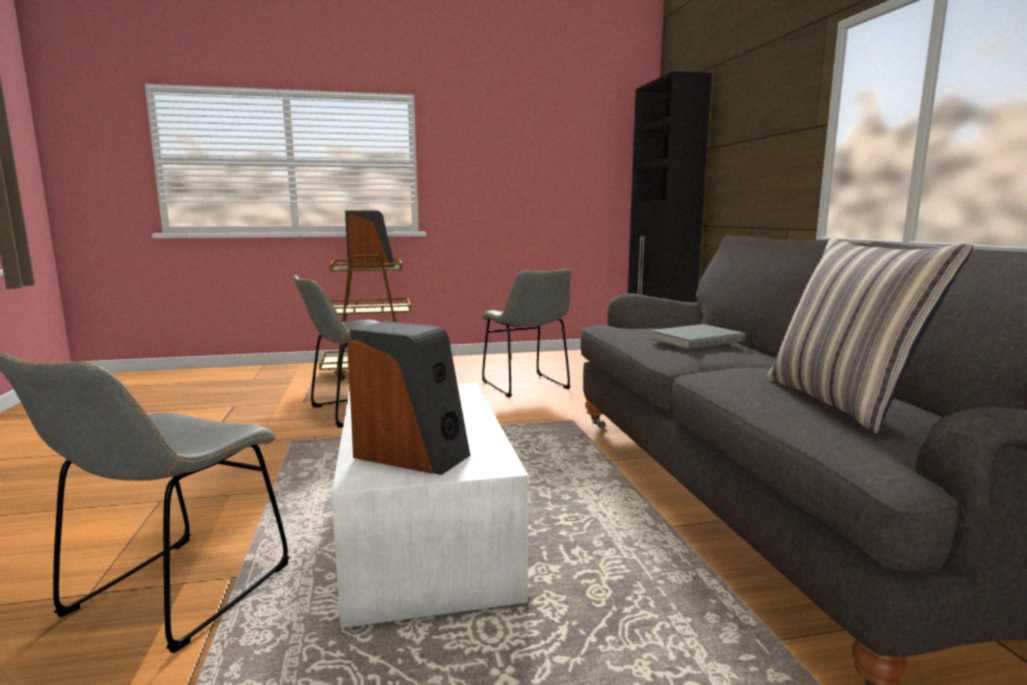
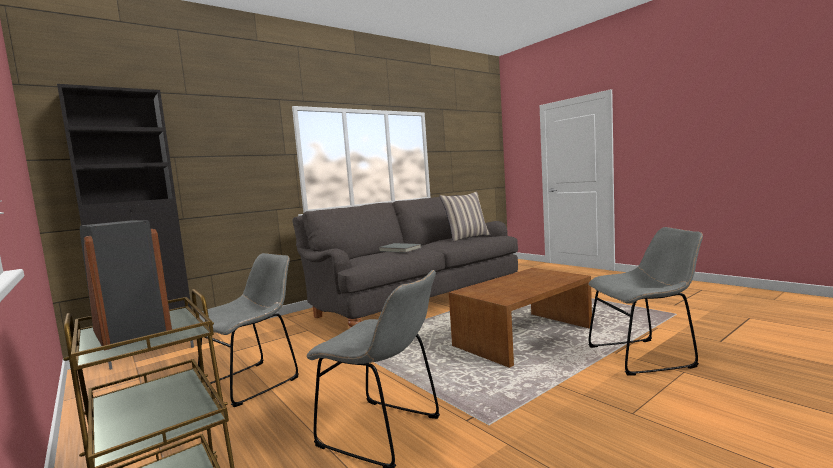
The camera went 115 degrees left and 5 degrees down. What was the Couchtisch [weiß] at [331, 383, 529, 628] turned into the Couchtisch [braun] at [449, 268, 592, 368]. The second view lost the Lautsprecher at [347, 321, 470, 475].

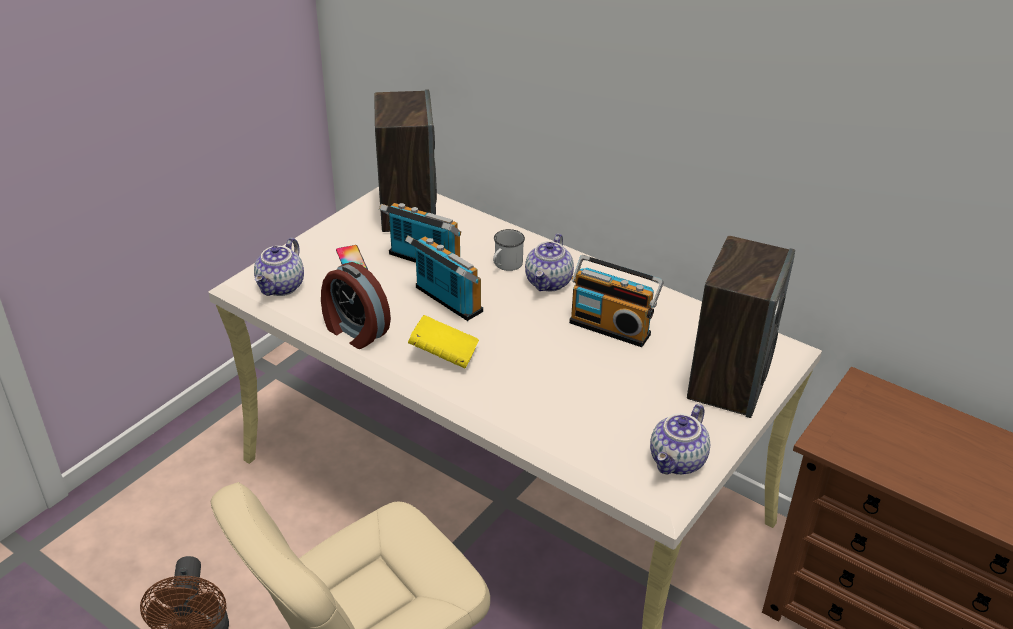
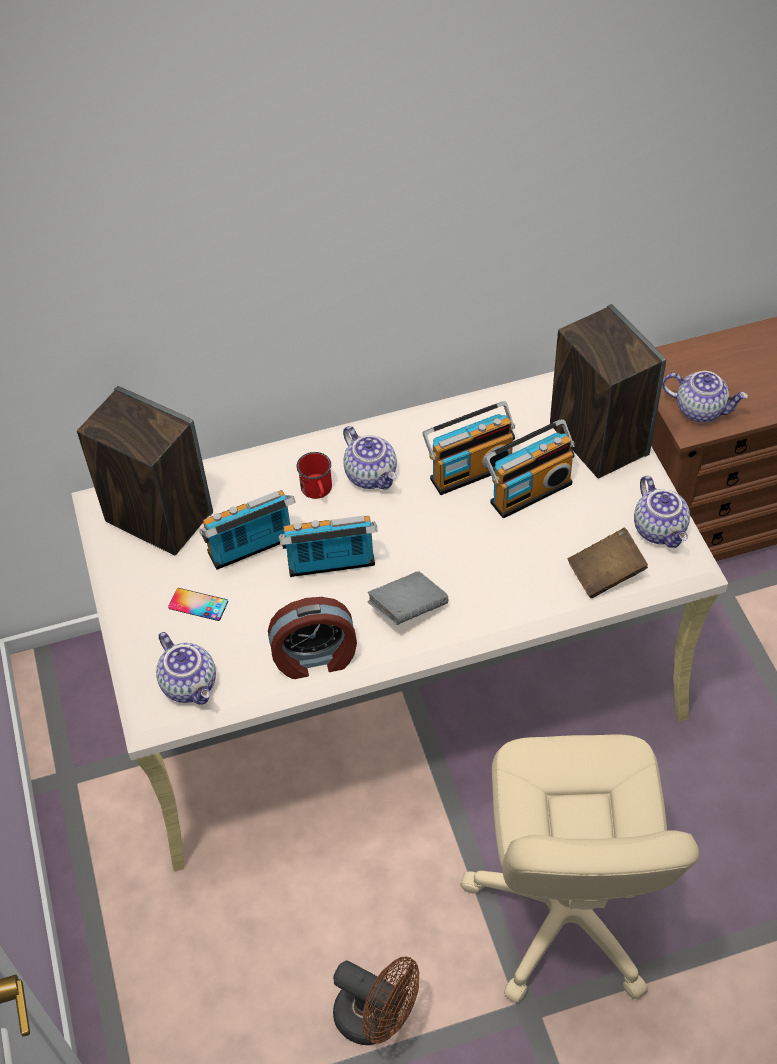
The camera went 50 degrees left and 15 degrees up. What was the Henkelbecher [weiß] at [493, 229, 525, 271] turned into the Henkelbecher [rot] at [297, 452, 332, 499]. What was the Buch [gelb] at [408, 315, 479, 368] turned into the Buch [grau] at [367, 572, 448, 625]. The second view gained the Radio at [484, 420, 575, 518]. The second view gained the Buch [braun] at [568, 527, 648, 598]. The second view gained the Teekanne at [662, 371, 748, 422].

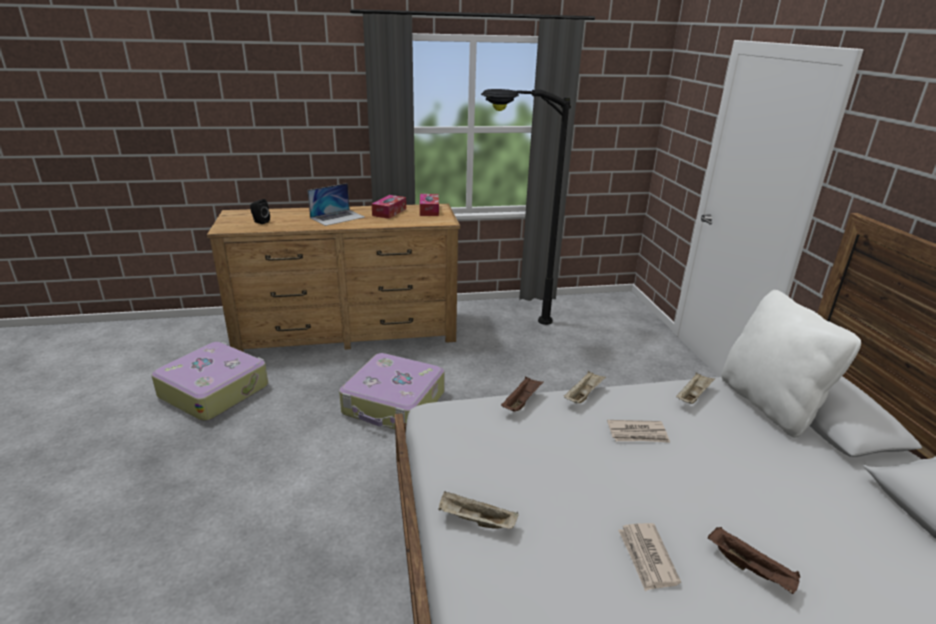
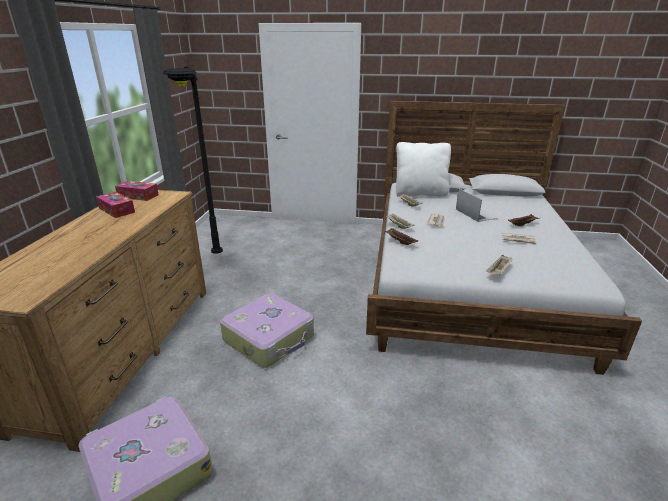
The camera went 70 degrees left and 0 degrees up. The Laptop ended up elsewhere, having gone from [307, 183, 364, 226] to [456, 189, 498, 222]. The second view lost the Lautsprecher [schwarz] at [250, 199, 270, 224].

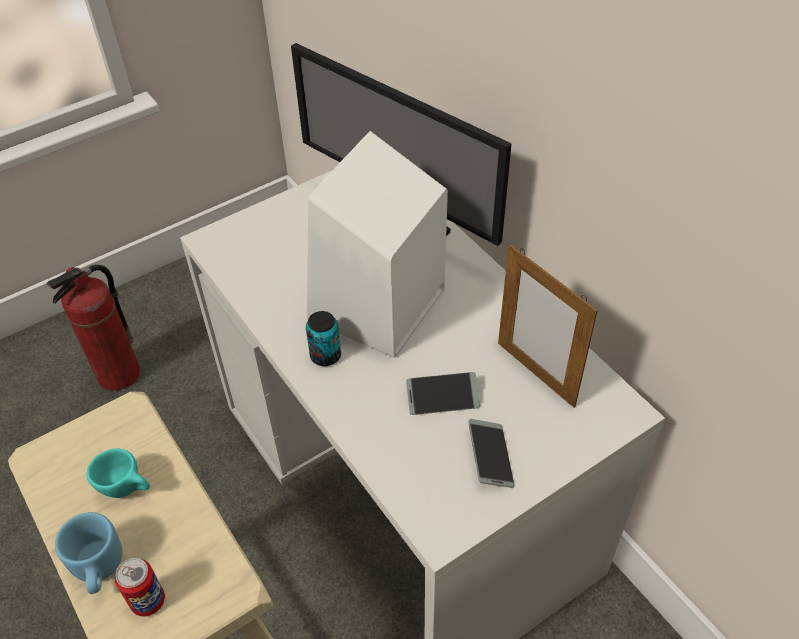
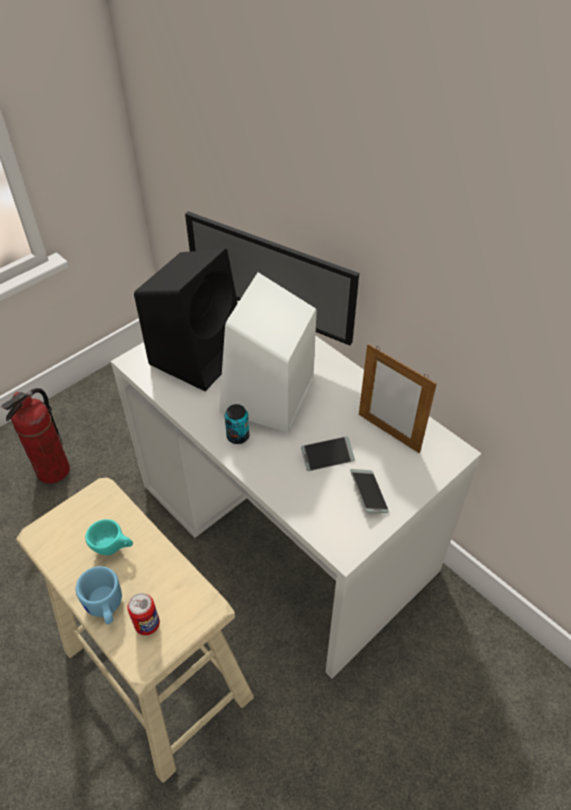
The camera went 10 degrees left and 0 degrees up. The second view gained the Lautsprecher [schwarz] at [134, 249, 238, 391].

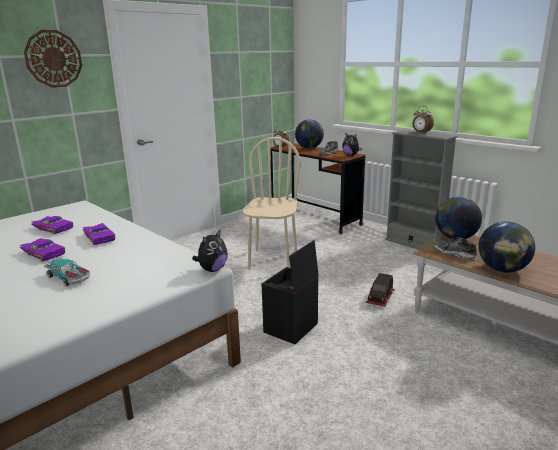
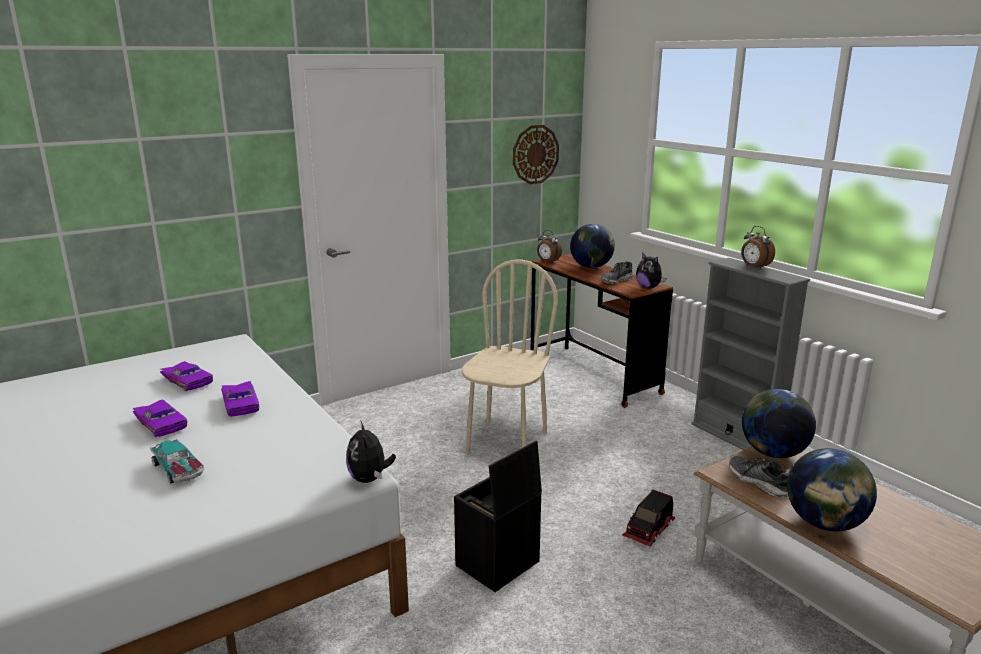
The camera went 10 degrees right and 0 degrees up. The Plüschtier at [192, 230, 228, 272] ended up facing another way, 120 degrees clockwise from before. The Wanduhr ended up elsewhere, having gone from [24, 30, 82, 88] to [513, 125, 559, 184].

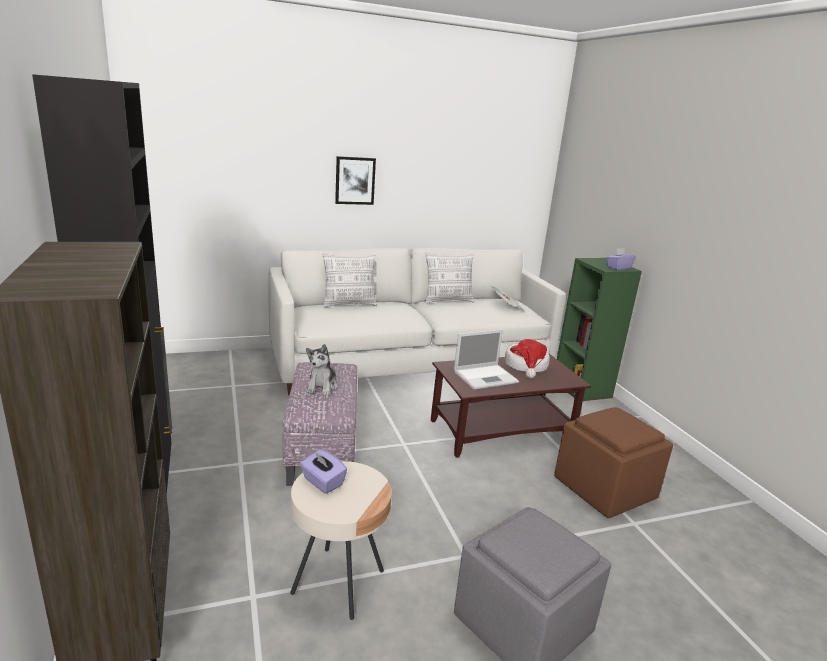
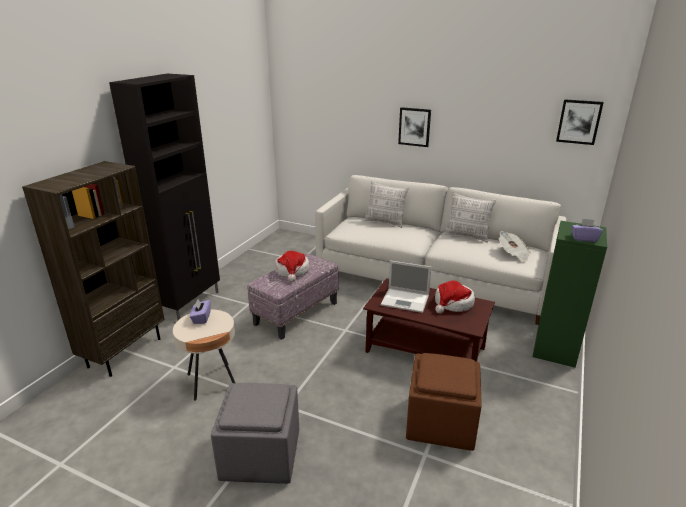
The camera went 45 degrees right and 5 degrees up. Where the Plüschtier stood at [306, 344, 338, 396], the Hut came to stand at [275, 251, 309, 282]. The second view gained the Bild at [556, 99, 604, 145].

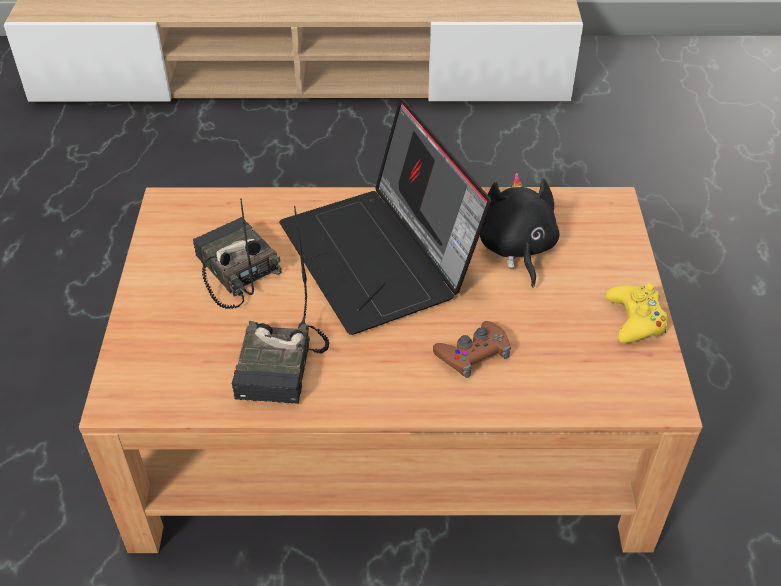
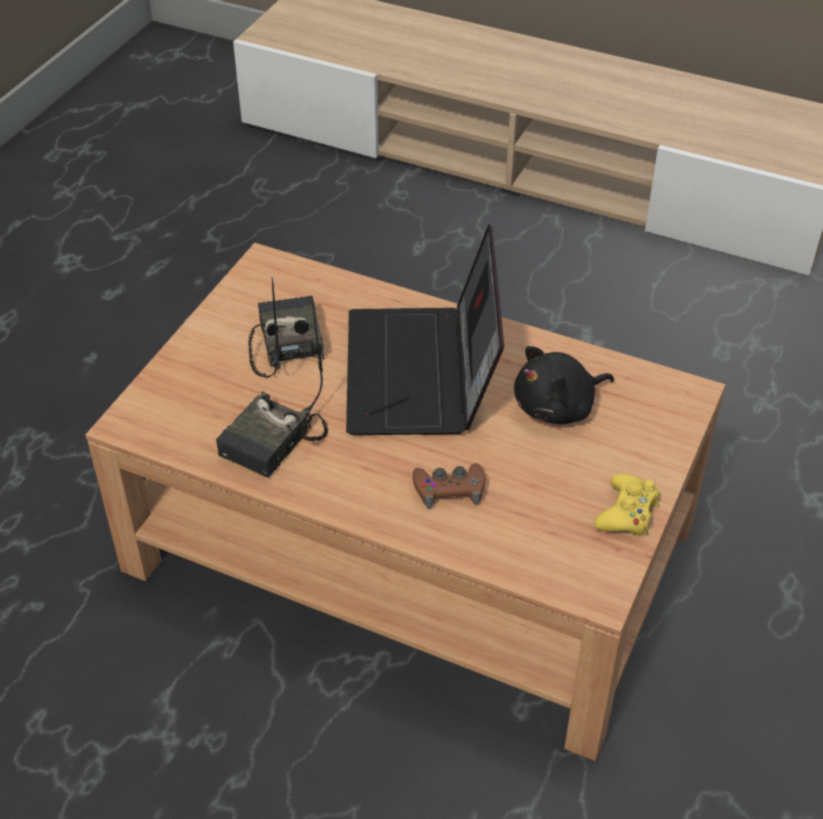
The camera went 25 degrees right and 0 degrees up. The Plüschtier [schwarz] at [480, 173, 559, 288] ended up facing another way, 135 degrees counterclockwise from before.

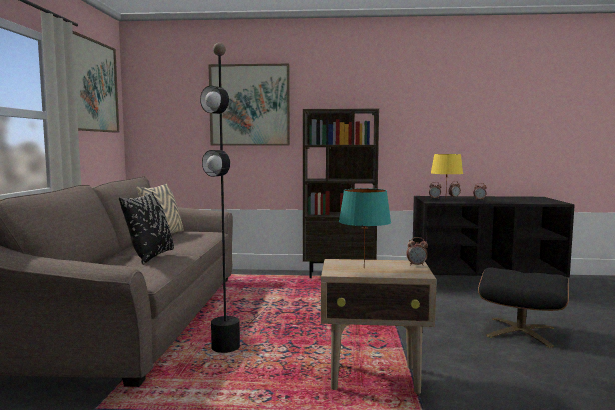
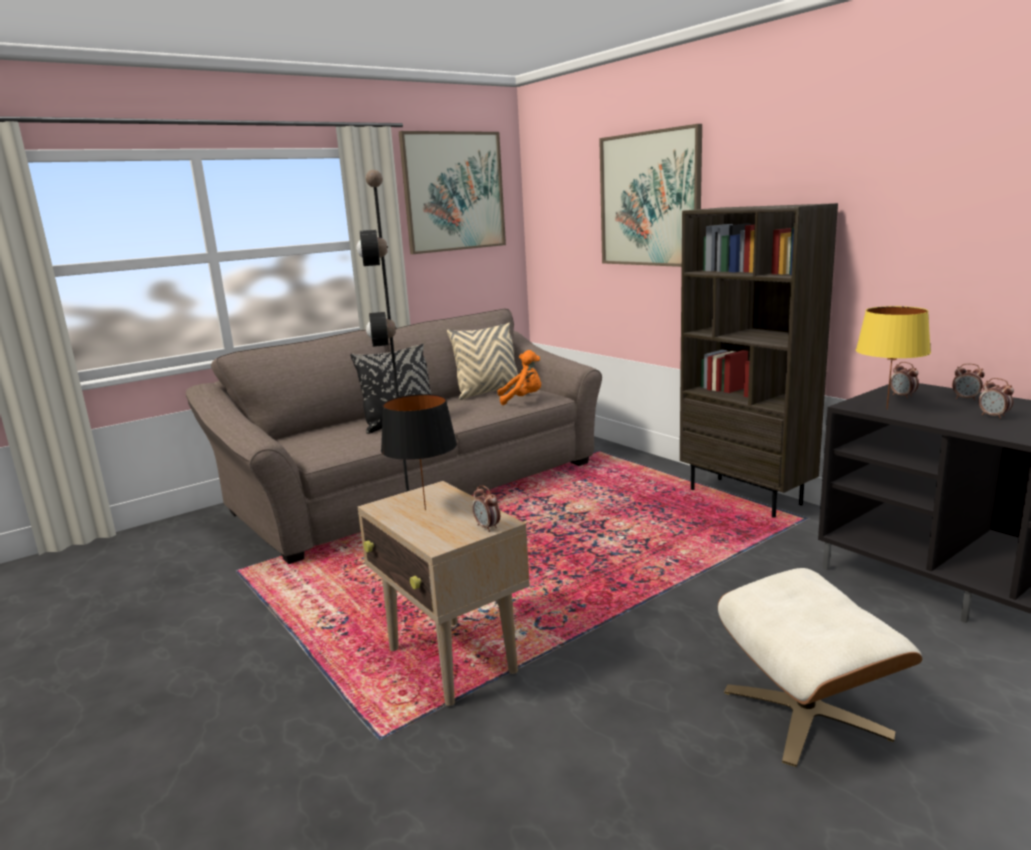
The camera went 50 degrees right and 10 degrees up. What was the Tischlampe [türkis] at [339, 188, 391, 268] turned into the Tischlampe [schwarz] at [381, 394, 457, 510]. The second view gained the Plüschtier [orange] at [497, 350, 541, 405]. What was the Polsterhocker [schwarz] at [478, 268, 569, 348] turned into the Polsterhocker [beige] at [718, 568, 922, 767].

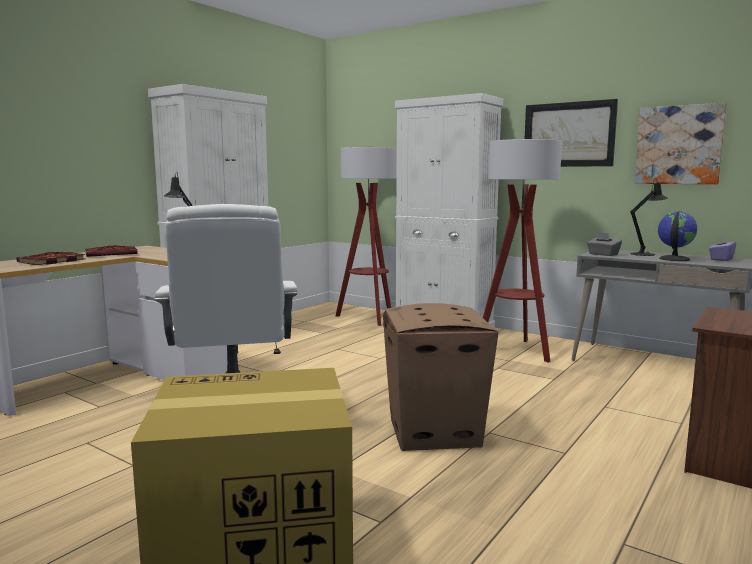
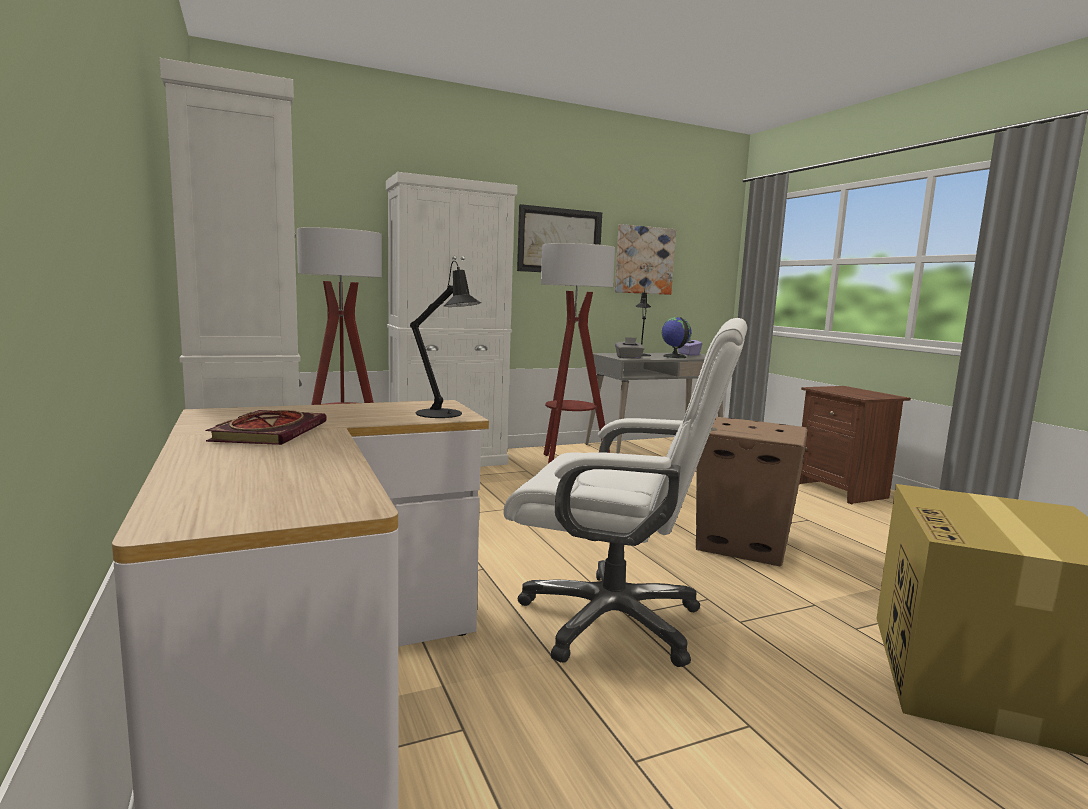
The camera went 60 degrees left and 0 degrees up. The second view lost the Buch at [16, 252, 85, 265].

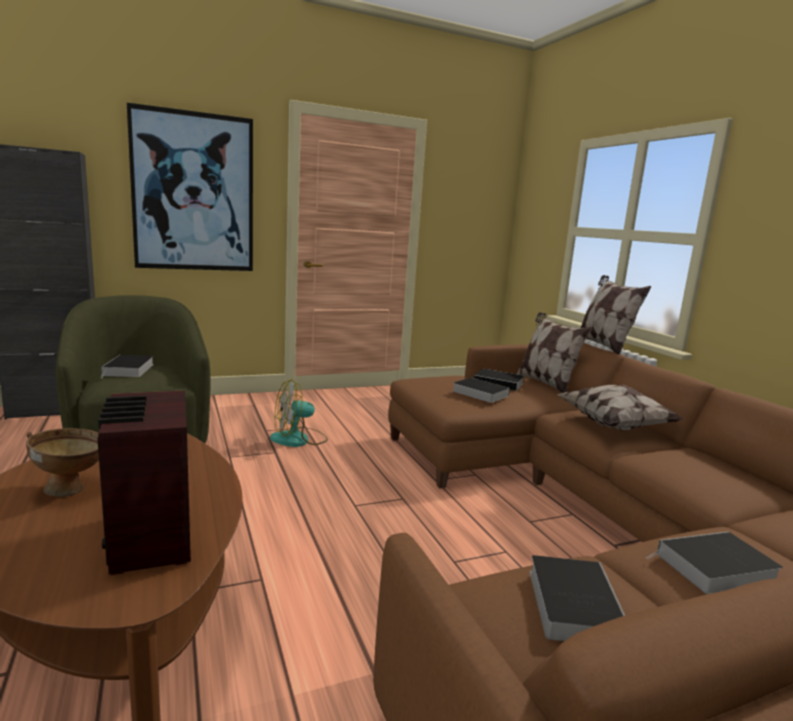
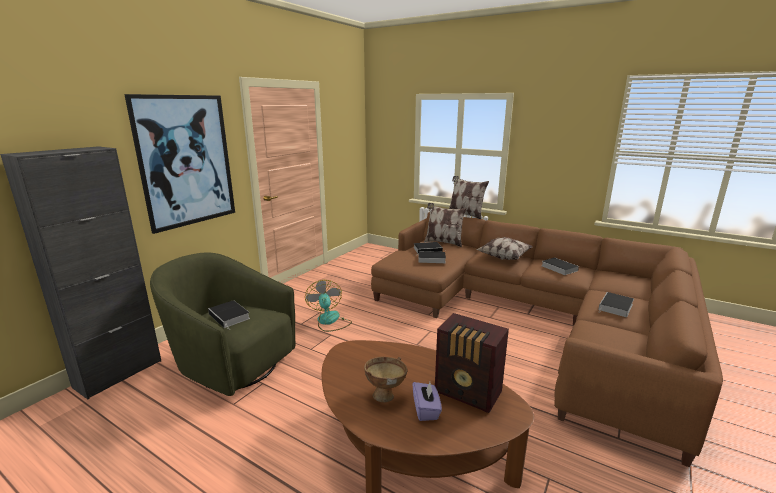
The camera went 35 degrees left and 5 degrees up. The Ventilator at [270, 379, 328, 447] ended up facing another way, 135 degrees clockwise from before. The second view gained the Taschentuchbox [lila] at [412, 382, 442, 421]. The Buch ended up elsewhere, having gone from [530, 555, 625, 641] to [542, 257, 579, 275].

